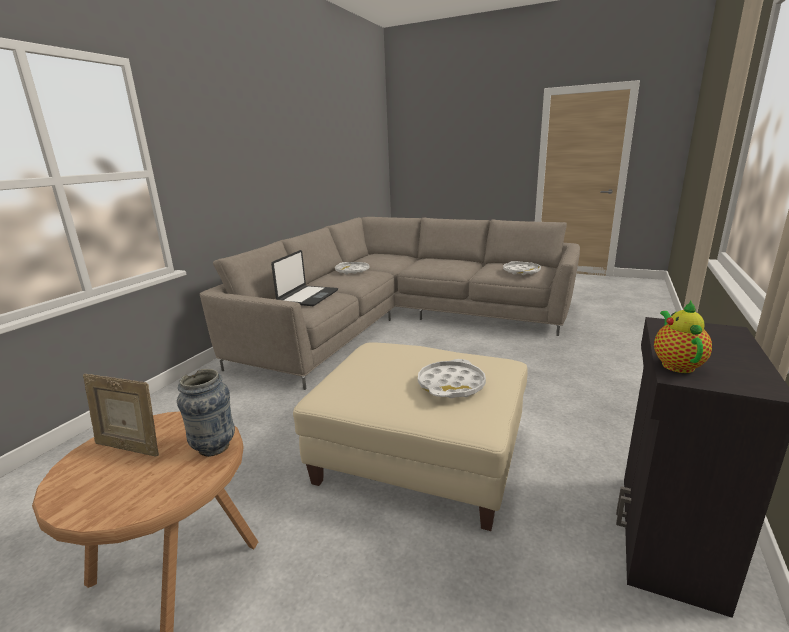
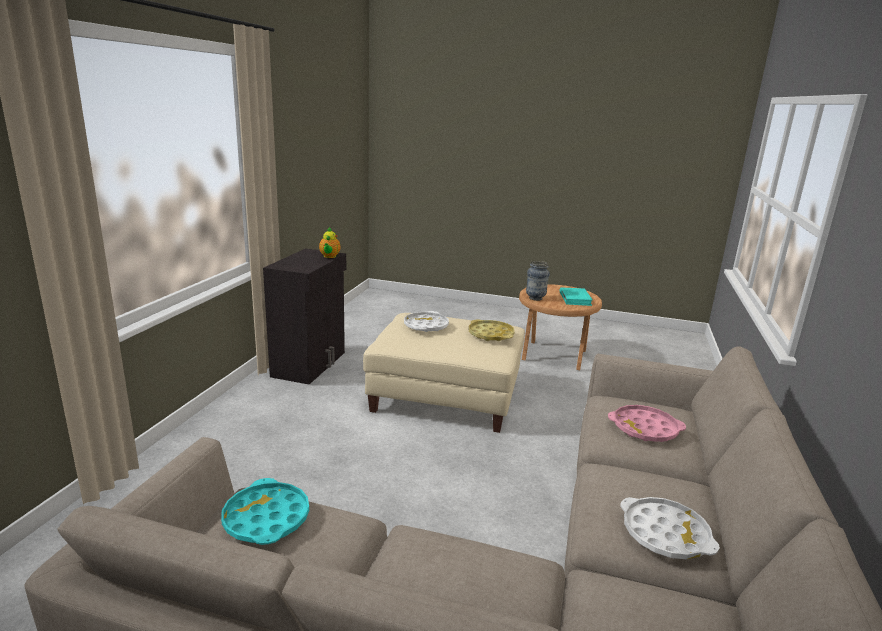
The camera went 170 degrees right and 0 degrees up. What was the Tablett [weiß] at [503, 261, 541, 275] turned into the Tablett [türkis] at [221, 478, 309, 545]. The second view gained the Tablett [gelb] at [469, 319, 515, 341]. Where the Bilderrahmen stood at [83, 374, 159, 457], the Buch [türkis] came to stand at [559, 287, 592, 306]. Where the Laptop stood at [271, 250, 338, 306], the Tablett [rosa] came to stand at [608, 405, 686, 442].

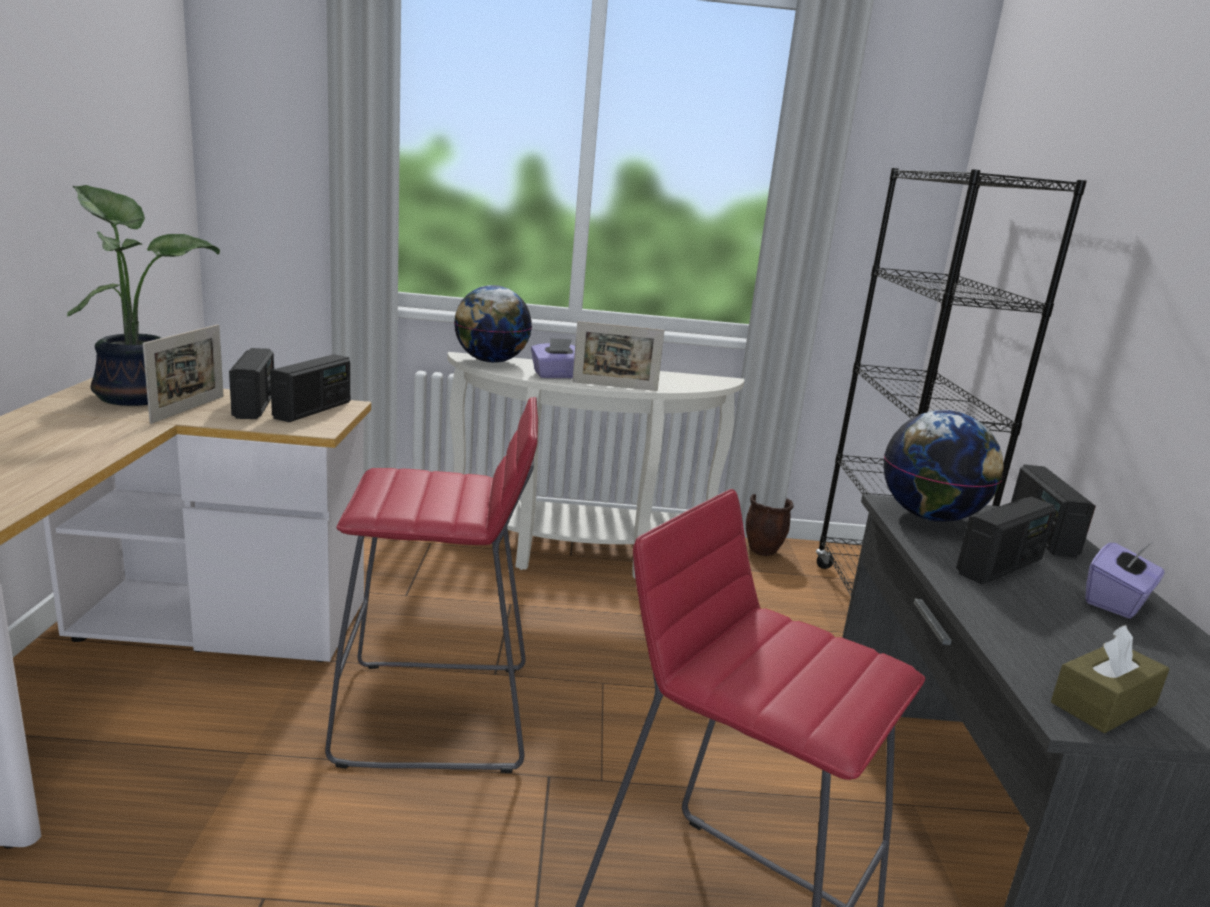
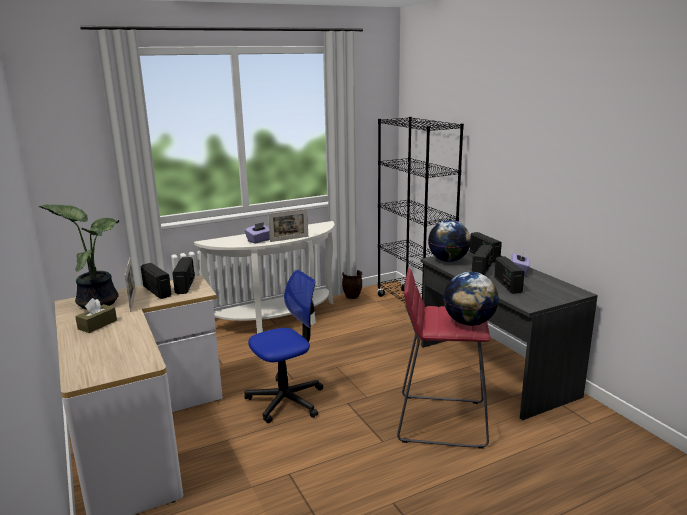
The camera went 25 degrees left and 0 degrees up. The Taschentuchbox [braun] ended up elsewhere, having gone from [1051, 625, 1169, 733] to [75, 298, 117, 333]. Where the Hocker [rot] stood at [325, 397, 538, 773], the Bürostuhl came to stand at [244, 270, 323, 423]. The Globus ended up elsewhere, having gone from [454, 285, 532, 363] to [443, 272, 499, 326]. The second view gained the Radio at [494, 256, 525, 294].

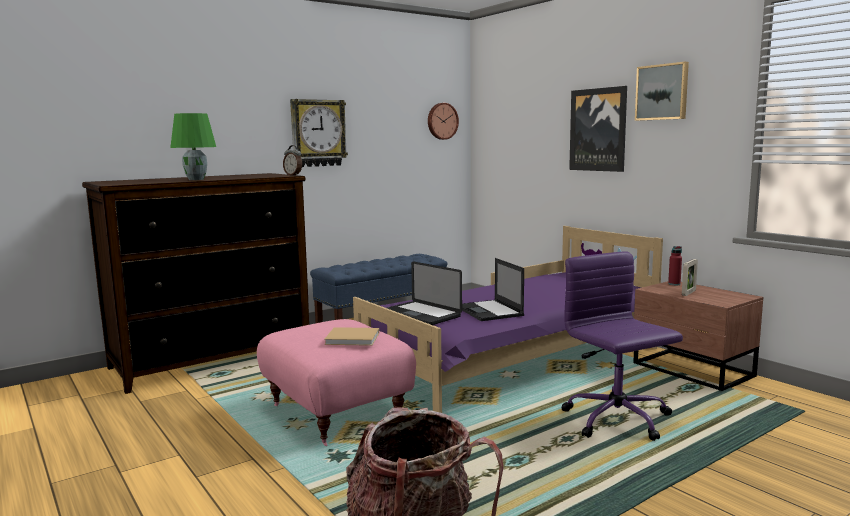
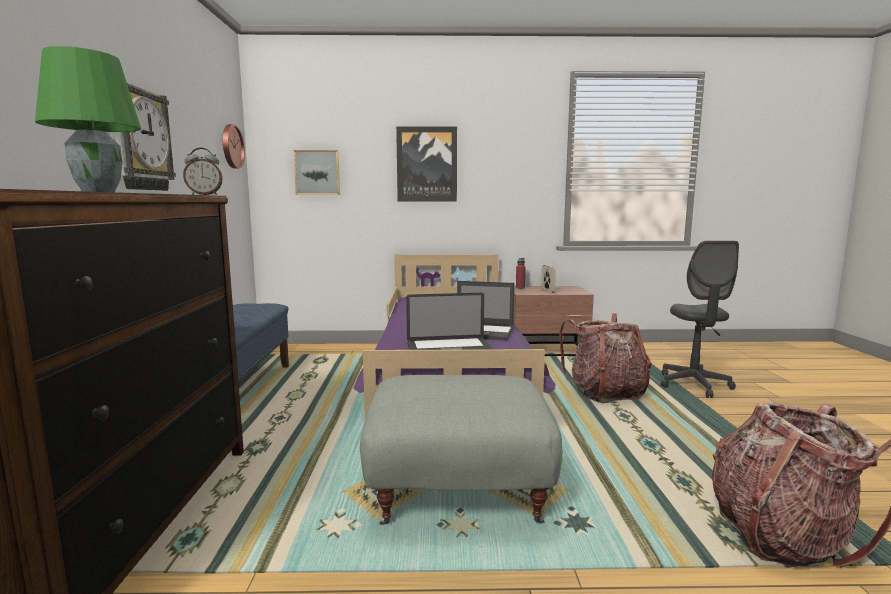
The camera went 55 degrees left and 0 degrees up. The Bild ended up elsewhere, having gone from [635, 62, 689, 121] to [293, 150, 340, 195]. What was the Polsterhocker [rosa] at [257, 319, 416, 446] turned into the Polsterhocker [grau] at [360, 375, 563, 525]. Where the Bürostuhl [lila] stood at [561, 252, 683, 441], the Rucksack came to stand at [559, 313, 652, 403]. The second view gained the Bürostuhl [grau] at [661, 241, 739, 398]. The second view lost the Buch [beige] at [324, 327, 379, 346].

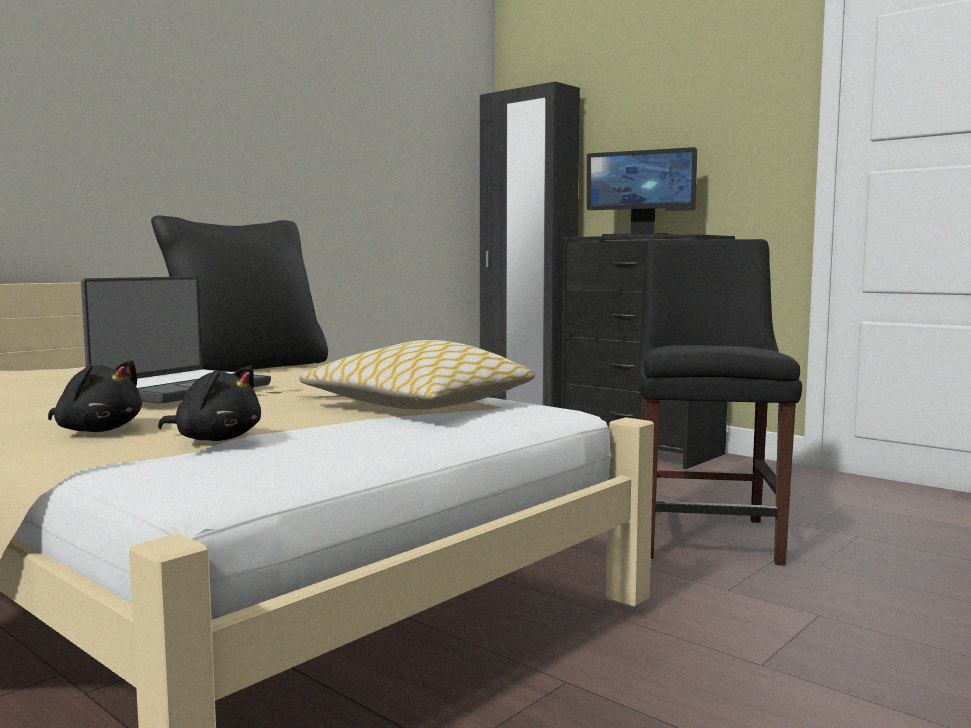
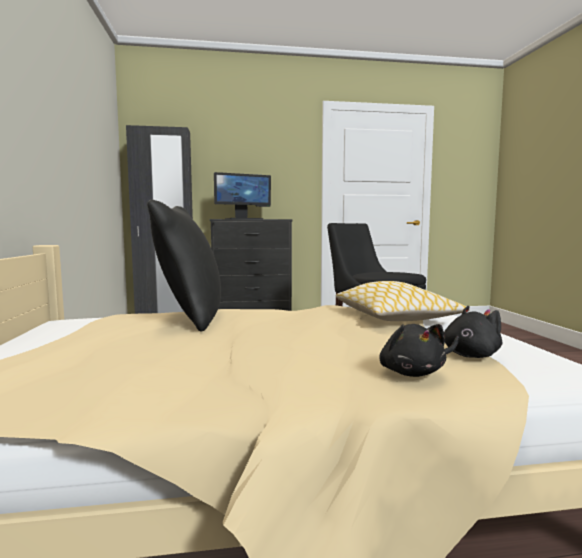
The camera went 50 degrees left and 0 degrees up. The Plüschtier [schwarz] at [48, 360, 142, 432] ended up facing another way, 105 degrees clockwise from before. The second view lost the Laptop at [81, 276, 271, 404].

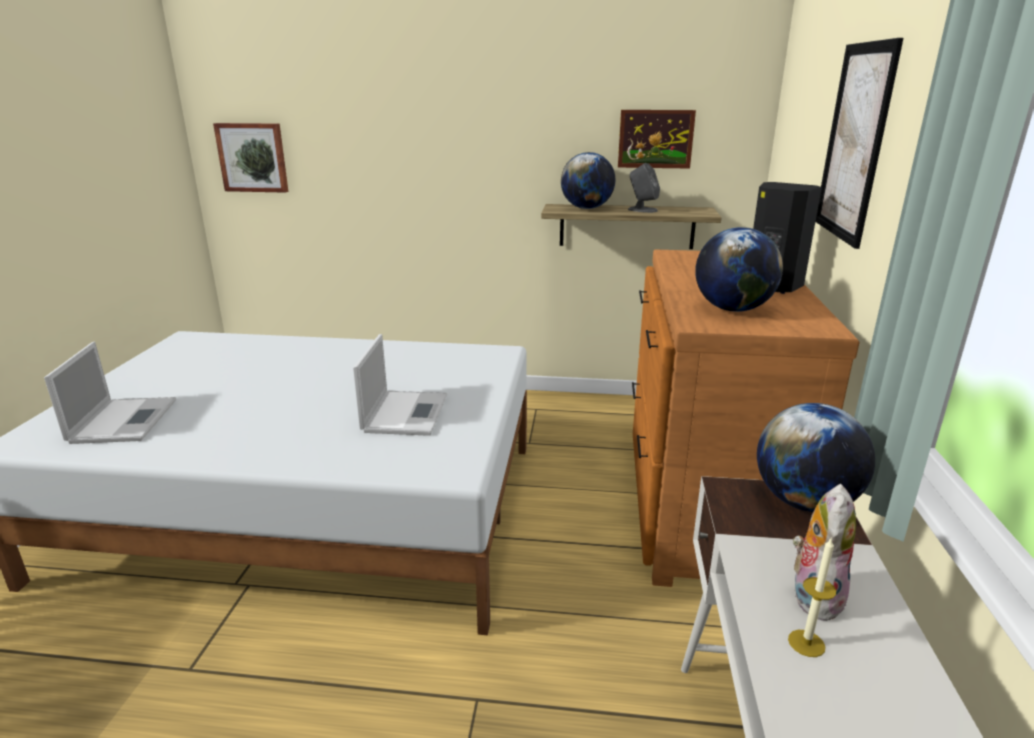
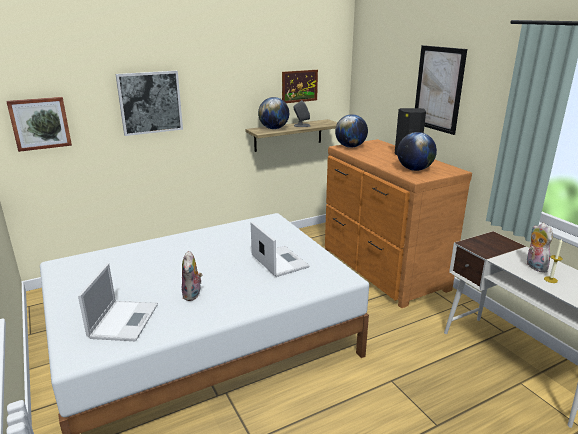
The camera went 35 degrees left and 0 degrees up. The Laptop at [44, 341, 176, 444] ended up facing another way, 45 degrees clockwise from before. The second view gained the Bild at [116, 71, 183, 136]. The second view gained the Plüschtier at [182, 250, 202, 301]. The Globus ended up elsewhere, having gone from [757, 403, 875, 512] to [335, 114, 368, 148].

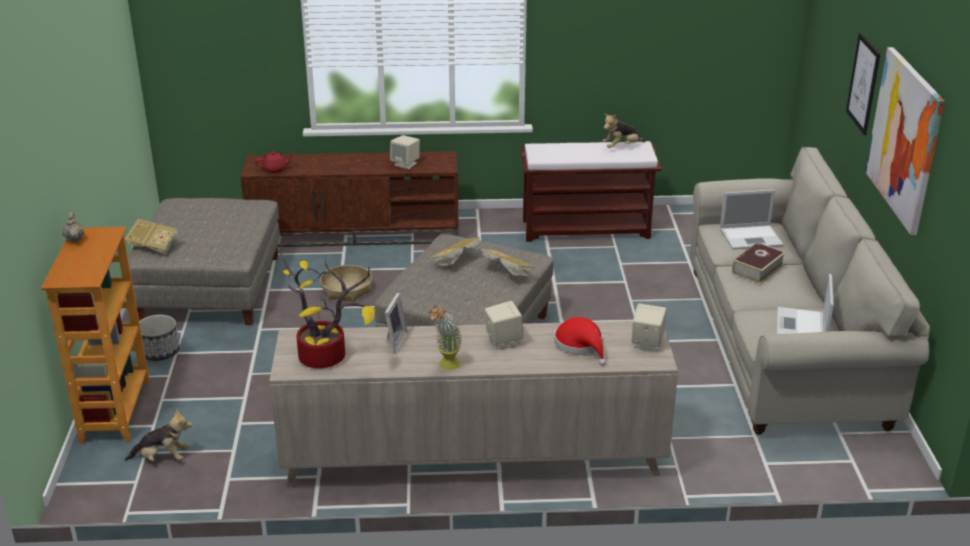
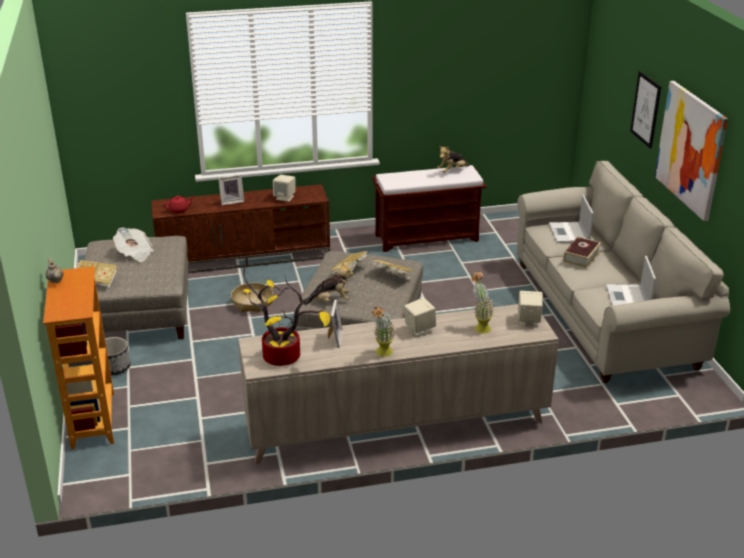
The camera went 10 degrees left and 0 degrees up. The second view gained the Zeitung at [113, 227, 154, 262]. The second view gained the Bilderrahmen at [218, 174, 244, 205]. The Plüschtier ended up elsewhere, having gone from [125, 409, 192, 461] to [304, 262, 353, 305]. Where the Hut [rot] stood at [554, 317, 606, 366], the Topfpflanze came to stand at [472, 272, 495, 334]. The Laptop at [720, 190, 784, 250] ended up facing another way, 105 degrees clockwise from before.

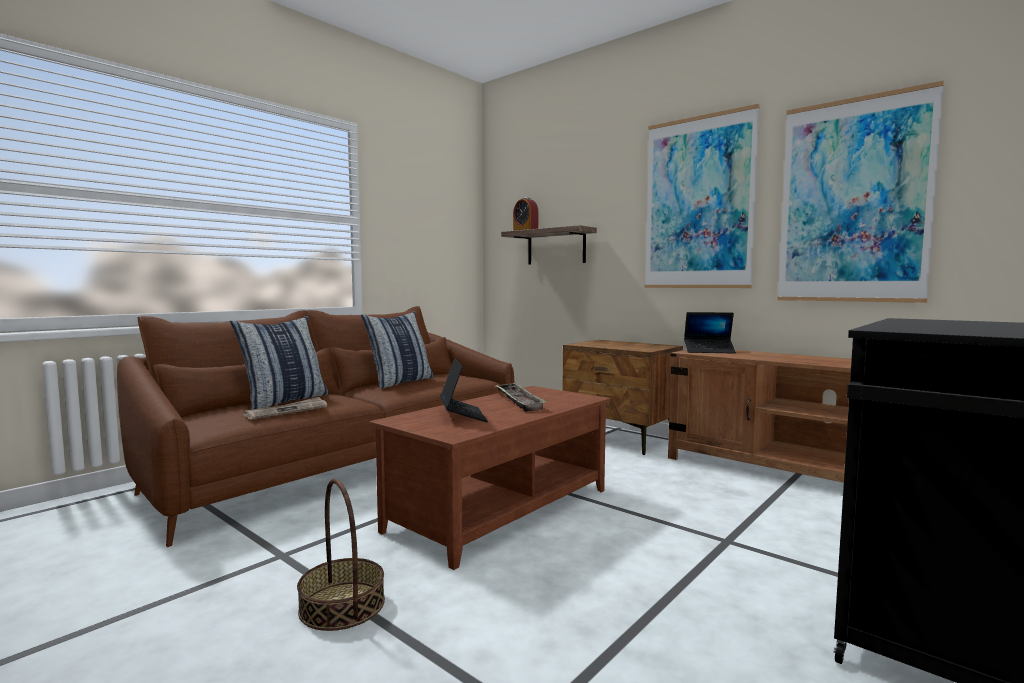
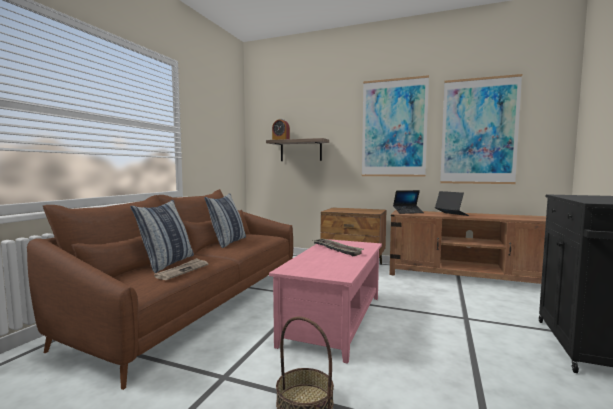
The camera went 20 degrees left and 0 degrees up. What was the Couchtisch [braun] at [369, 386, 611, 570] turned into the Couchtisch [rosa] at [269, 239, 382, 364]. The Laptop ended up elsewhere, having gone from [440, 358, 488, 422] to [435, 191, 469, 216].

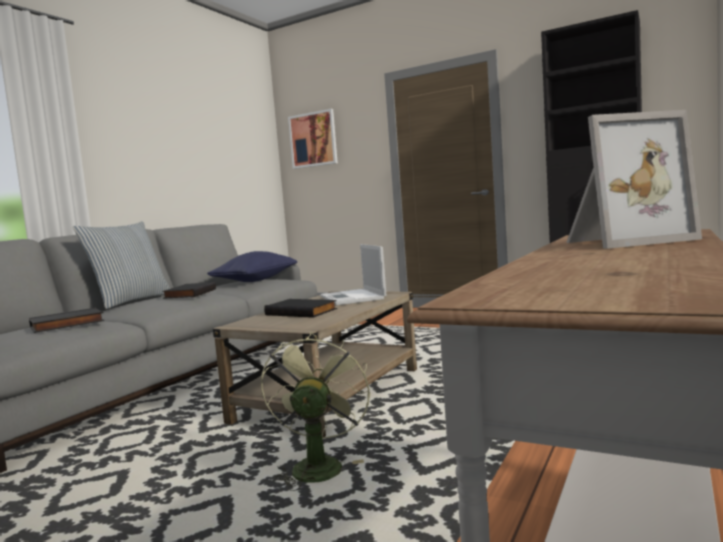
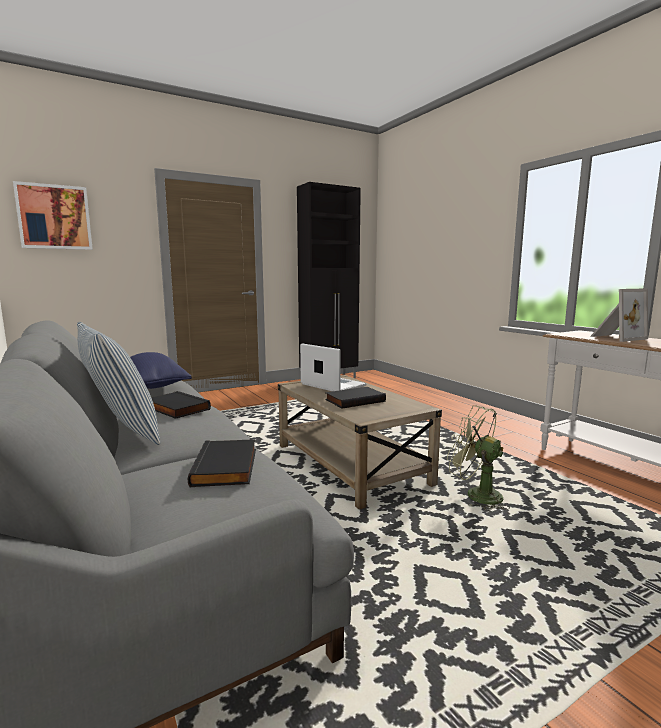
The camera went 60 degrees left and 5 degrees up. The Laptop at [320, 244, 386, 305] ended up facing another way, 150 degrees counterclockwise from before. The Bilderrahmen at [566, 110, 702, 249] ended up facing another way, 45 degrees clockwise from before.

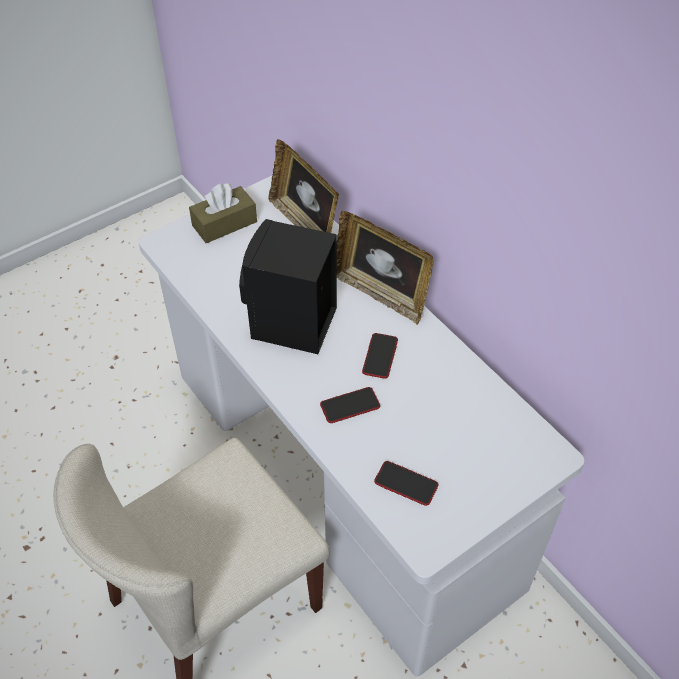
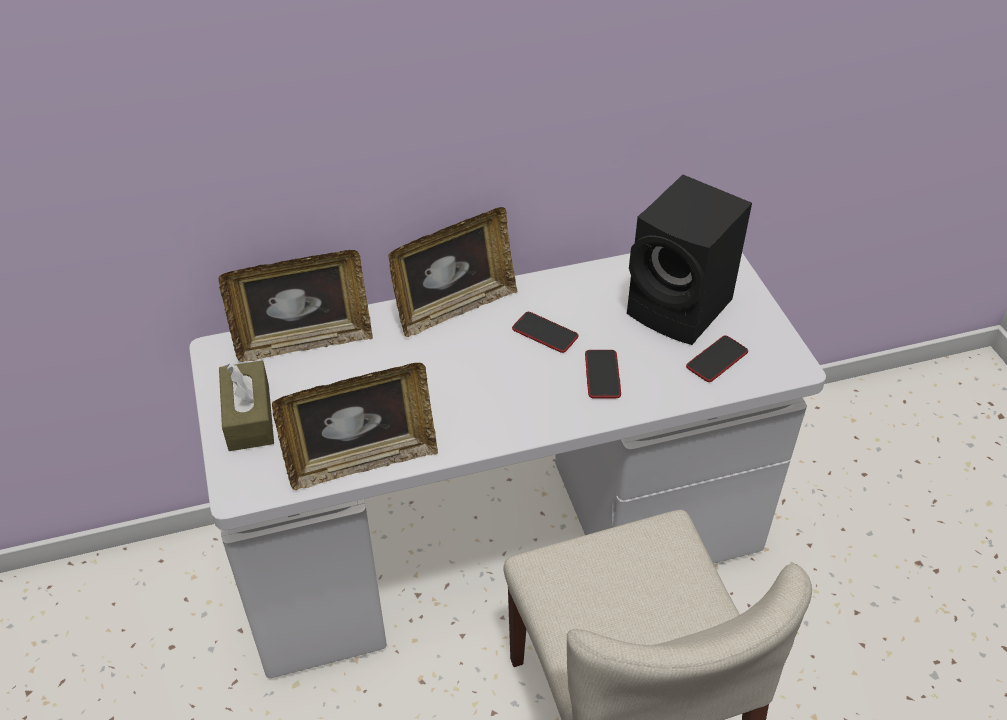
The camera went 70 degrees left and 5 degrees down. The second view gained the Bilderrahmen at [272, 363, 438, 490]. The Lautsprecher [schwarz] ended up elsewhere, having gone from [239, 219, 337, 354] to [627, 175, 752, 345].

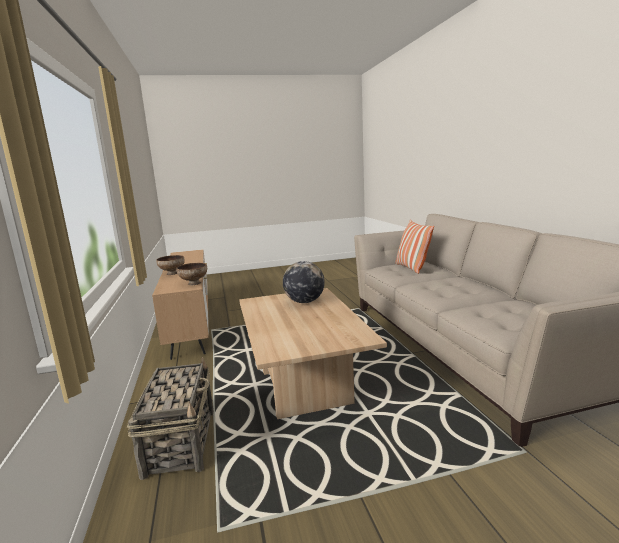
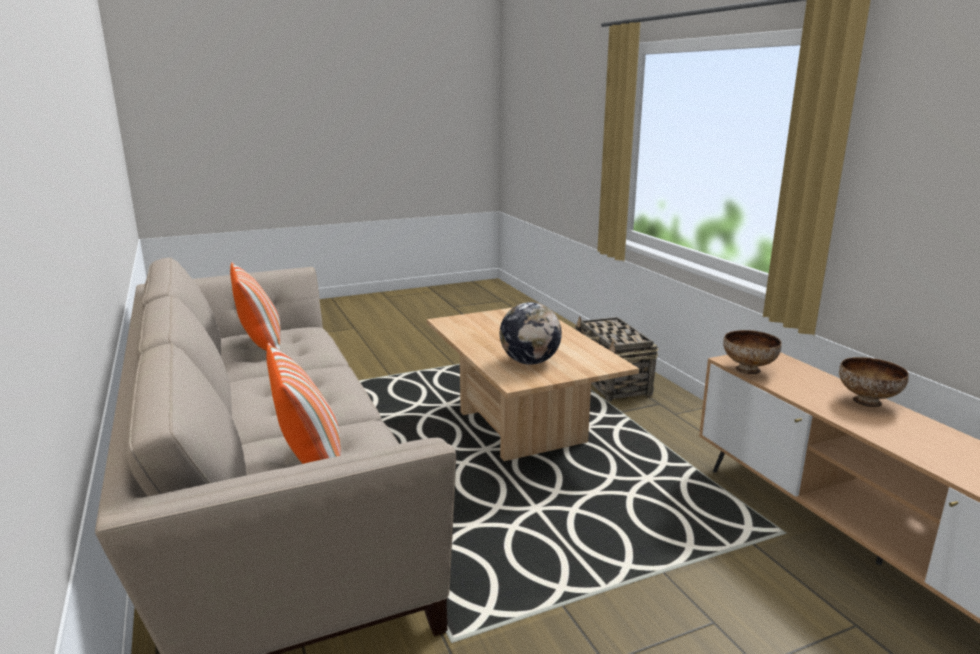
The camera went 170 degrees right and 5 degrees up. The second view gained the Kissen at [230, 262, 281, 351].

